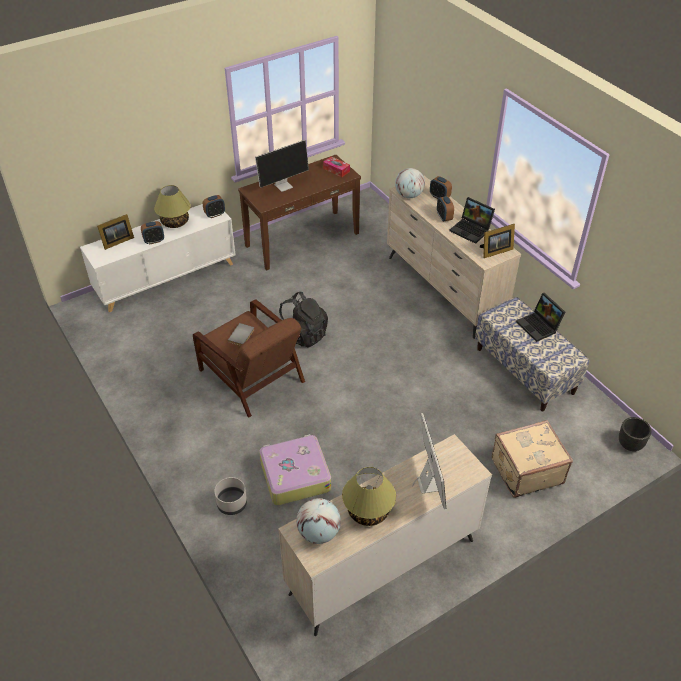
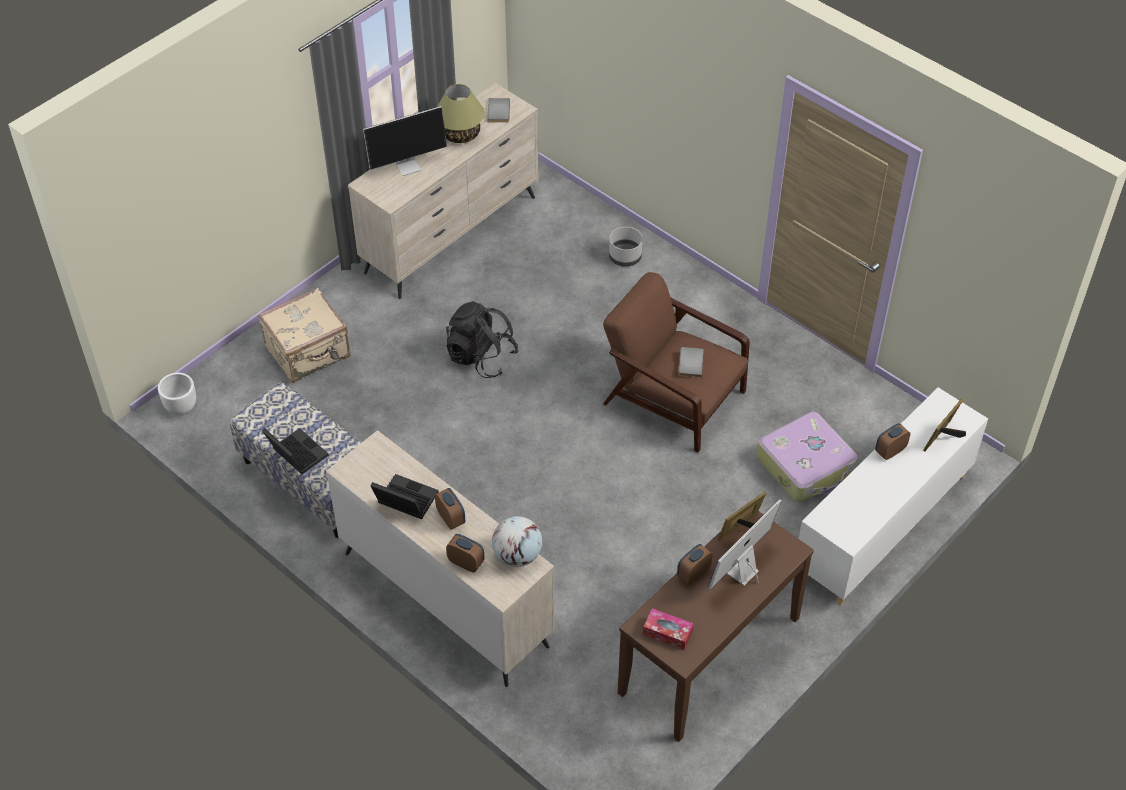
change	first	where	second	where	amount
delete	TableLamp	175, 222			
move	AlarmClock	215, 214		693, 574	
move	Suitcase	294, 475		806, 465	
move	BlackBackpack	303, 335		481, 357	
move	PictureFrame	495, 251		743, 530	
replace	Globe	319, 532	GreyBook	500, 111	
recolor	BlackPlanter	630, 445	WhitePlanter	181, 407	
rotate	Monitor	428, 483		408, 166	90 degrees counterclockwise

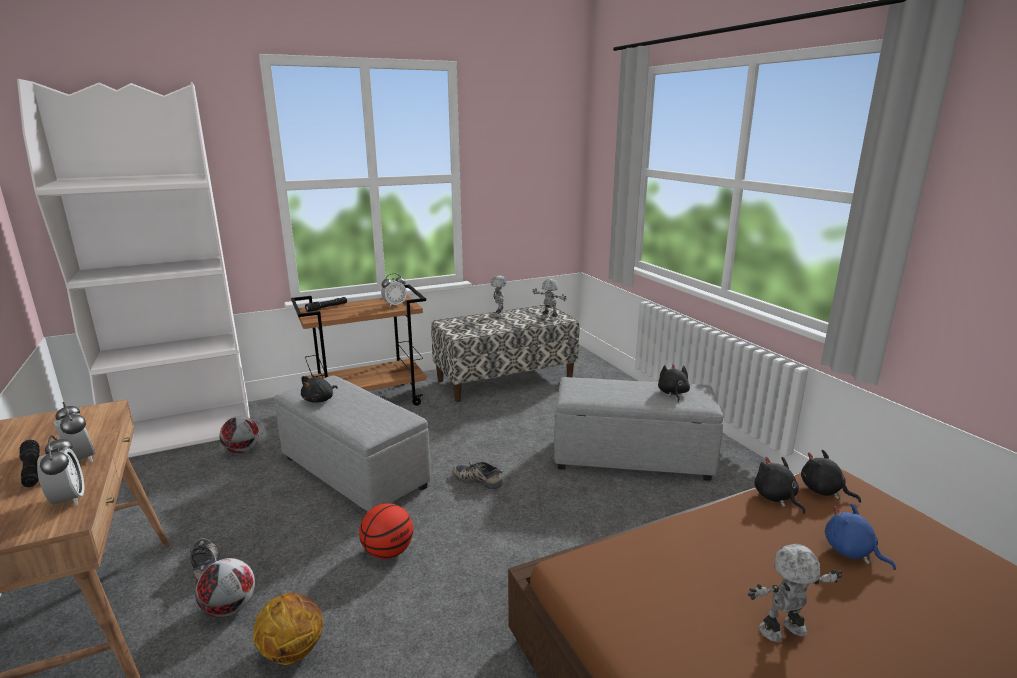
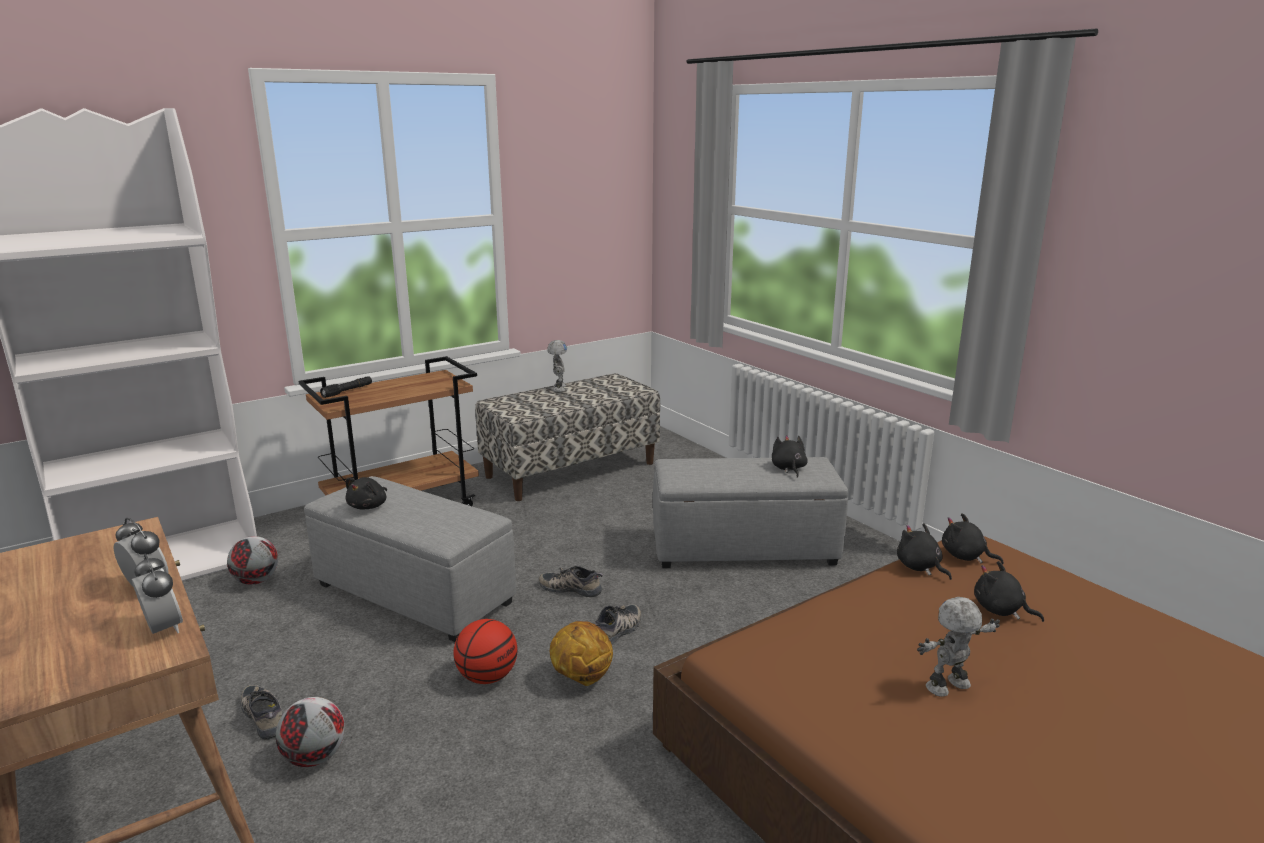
change	first	where	second	where	amount
delete	BlackFlashlight	32, 470			
delete	AlarmClock	394, 305			
delete	ToyRobot	549, 318			
insert			Shoe	617, 631	
move	Basketball	292, 650		581, 678	
recolor	BluePlushToy	851, 552	BlackPlushToy	1001, 610	

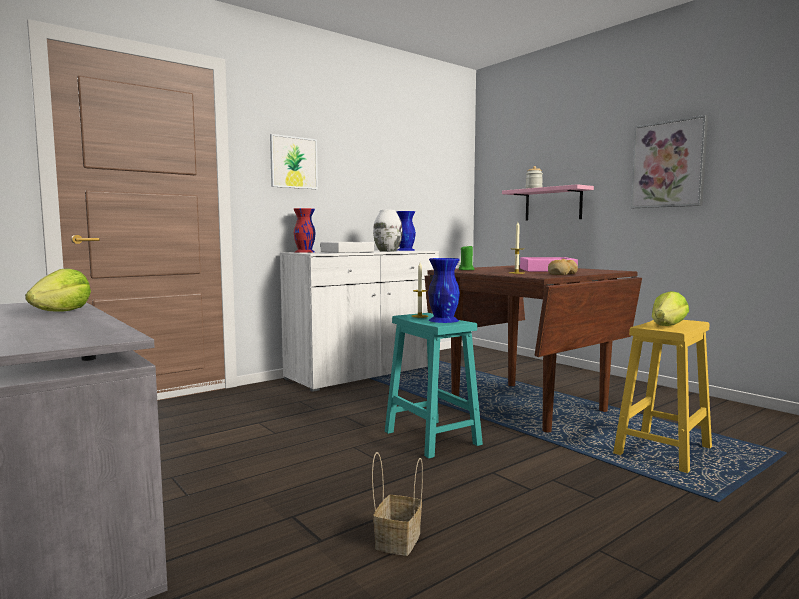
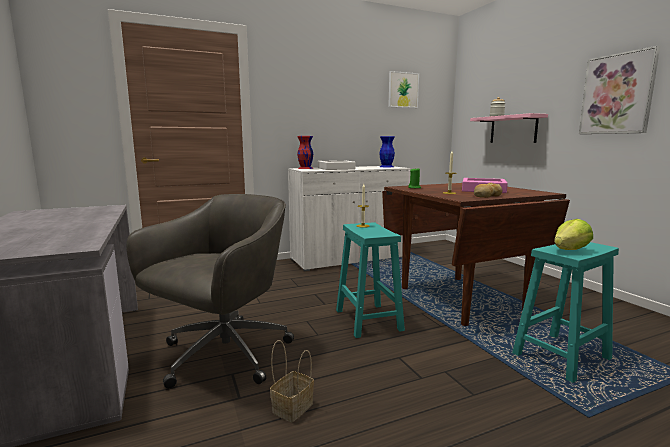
change	first	where	second	where	amount
delete	Lettuce	61, 312			
delete	WhiteVase	387, 251			
delete	BlueVase	443, 320			
insert			GreyOfficeChair	222, 355	
move	Picture	293, 162		403, 90	
recolor	YellowStool	663, 451	TurquoiseStool	560, 357	

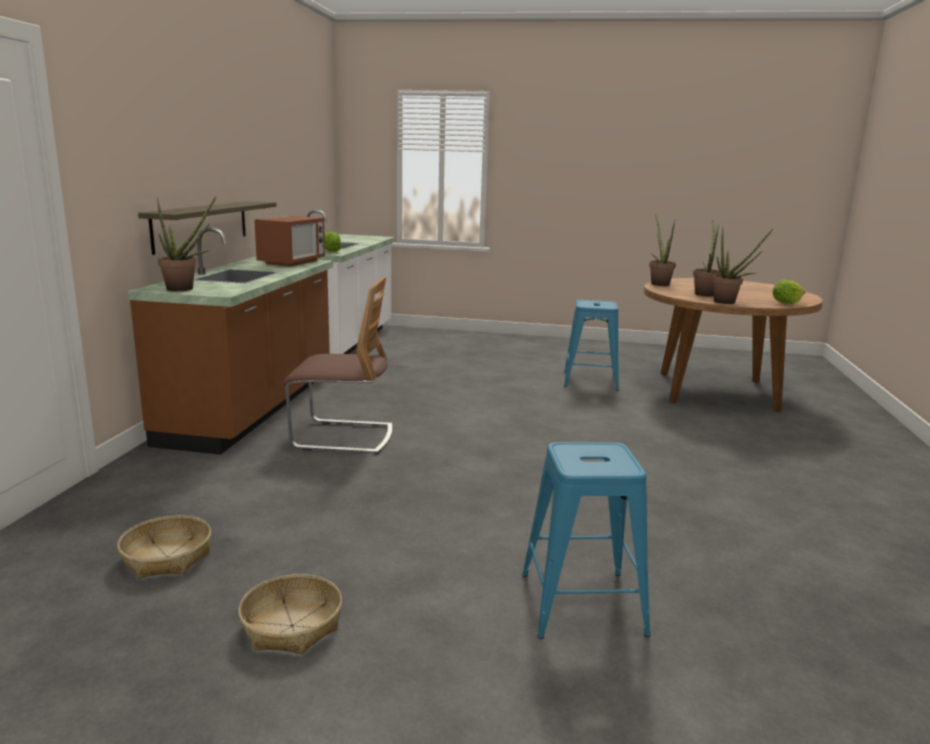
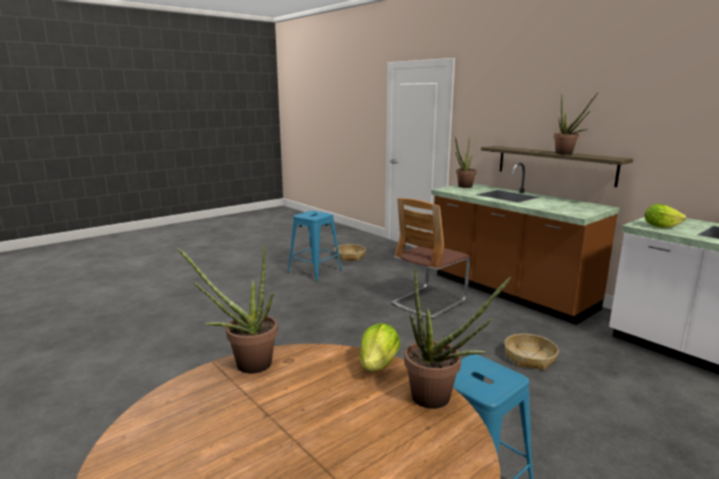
change	first	where	second	where	amount
delete	Microwave	292, 262			
move	Basket	291, 625		530, 358	
move	BlueStool	582, 603		315, 271	
move	PottedPlant	704, 293		567, 154	
move	Lettuce	786, 303		378, 365	

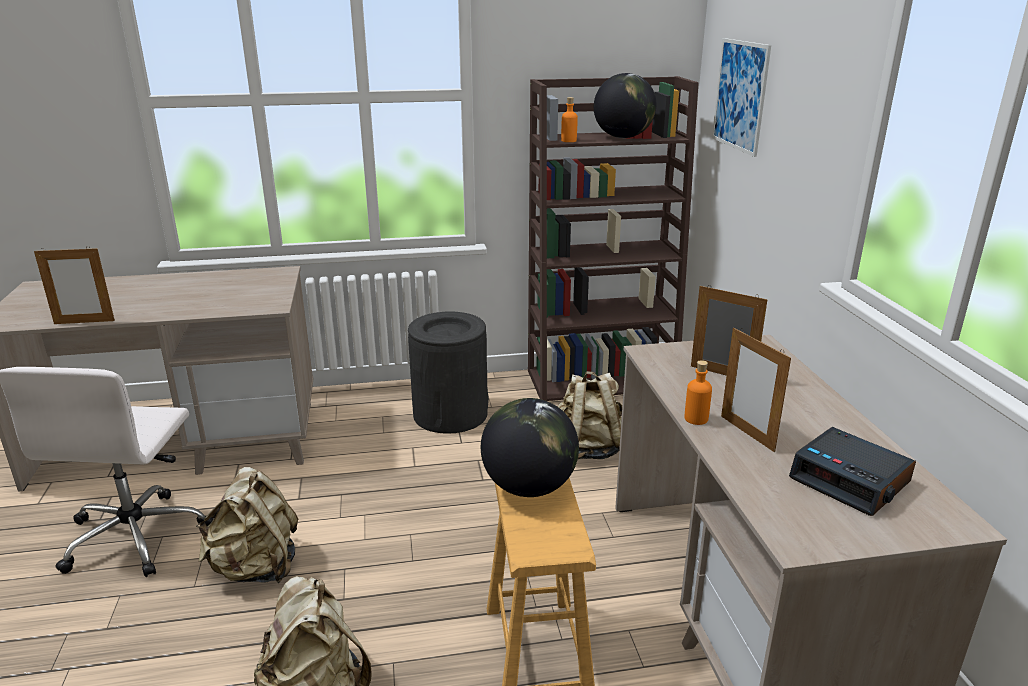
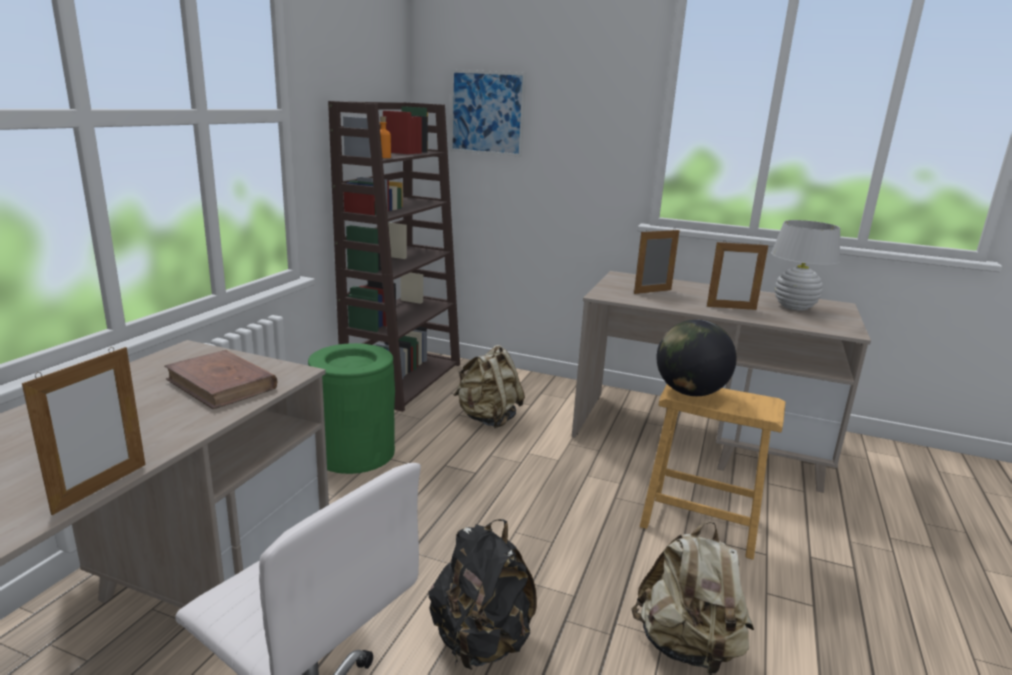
change	first	where	second	where	amount
delete	Globe	622, 137			
delete	OrangeBottle	696, 419			
insert			BrownBook	221, 384	
replace	AlarmClock	851, 480	WhiteTableLamp	794, 307	
recolor	BeigeBackpack	256, 568	BlackBackpack	481, 642	
recolor	BlackTrashCan	450, 413	GreenTrashCan	354, 452	

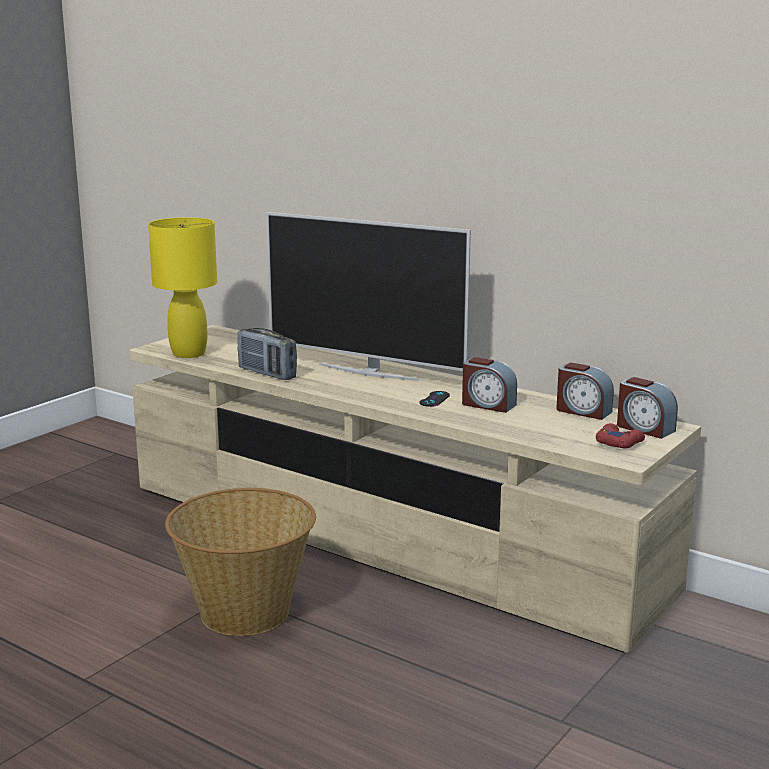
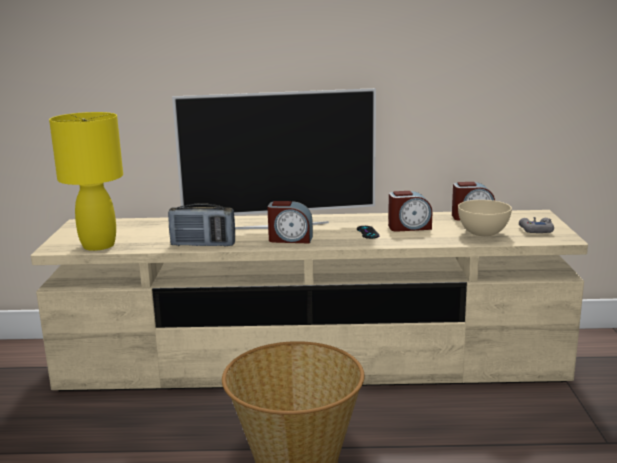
change	first	where	second	where	amount
insert			BeigeBowl	483, 233	
move	AlarmClock	644, 428		290, 239	
recolor	RedGameController	619, 442	GreyGameController	535, 230	

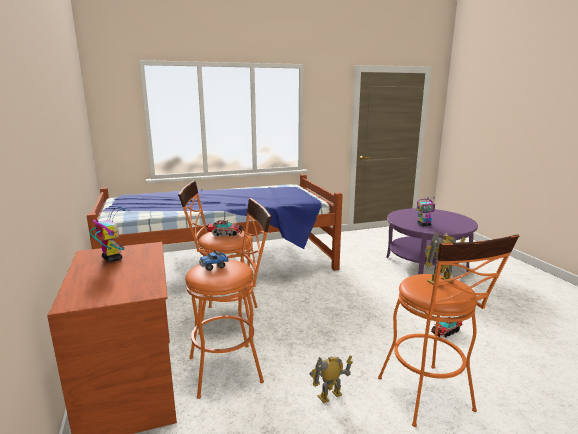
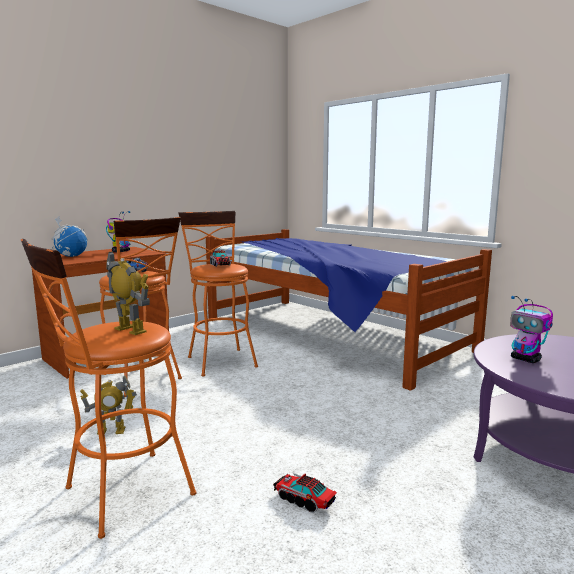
change	first	where	second	where	amount
insert			Globe	71, 256	
rotate	ToyRobot	330, 396		111, 431	135 degrees clockwise

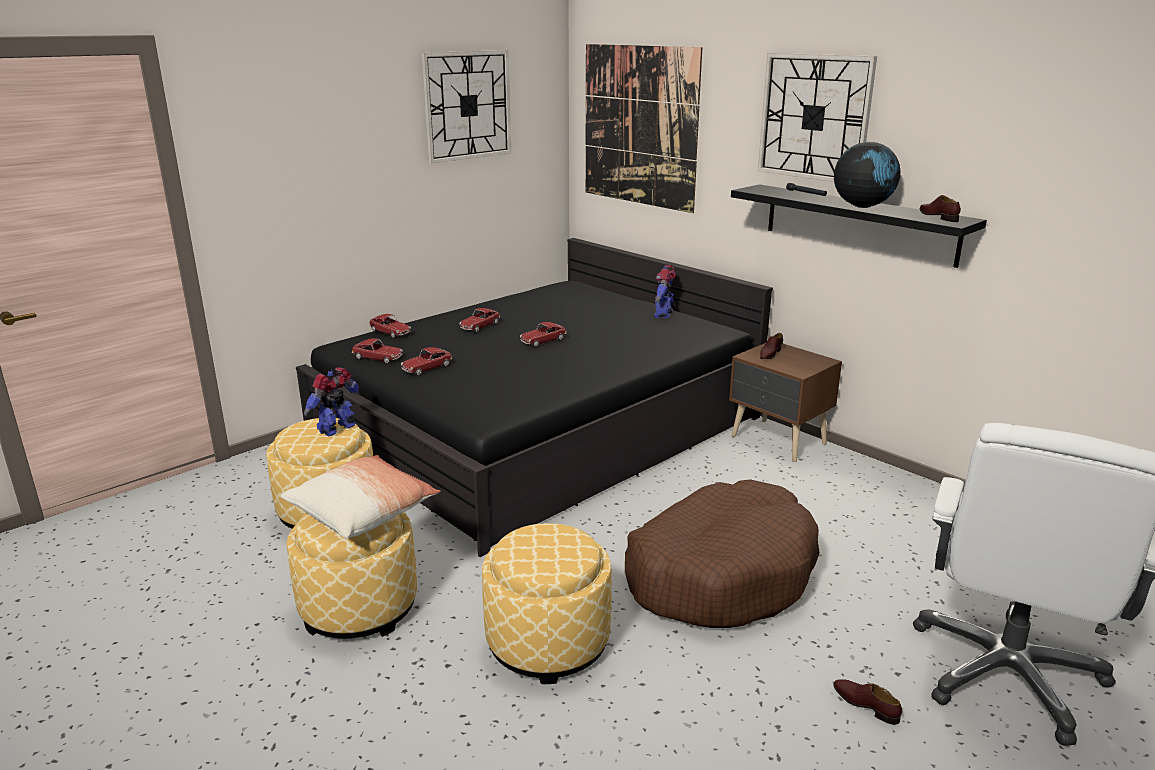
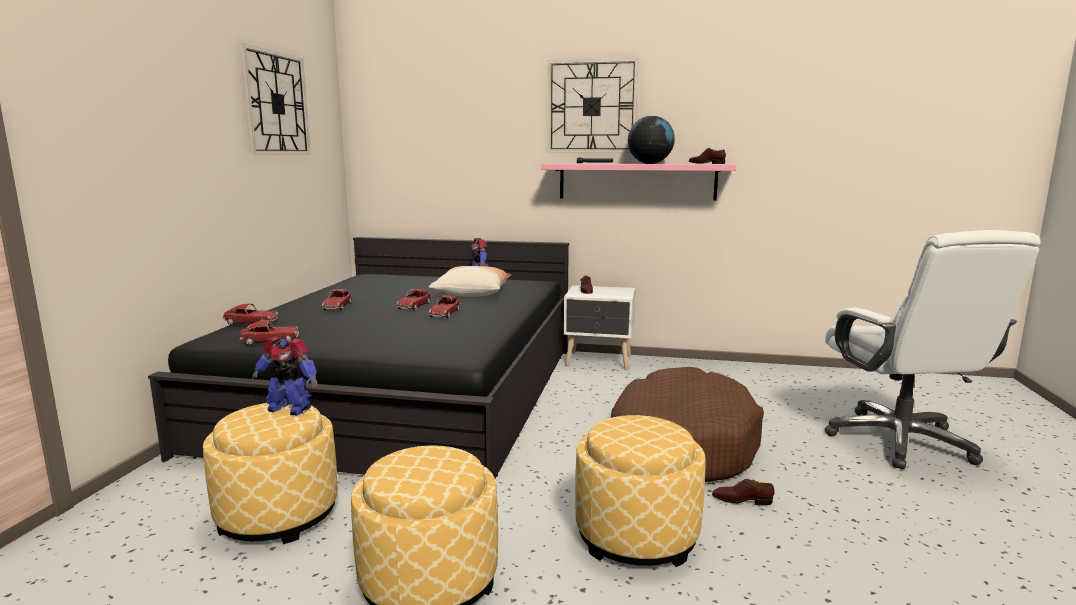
change	first	where	second	where	amount
delete	Picture	639, 126			
move	Pillow	363, 512		472, 293	
move	ToyCar	427, 368		445, 313	
move	BrownShoe	865, 705		742, 500	
recolor	BrownNightstand	778, 441	WhiteNightstand	599, 361	
recolor	BlackShelf	859, 224	PinkShelf	637, 181	
rotate	ToyRobot	338, 429		289, 408	75 degrees counterclockwise

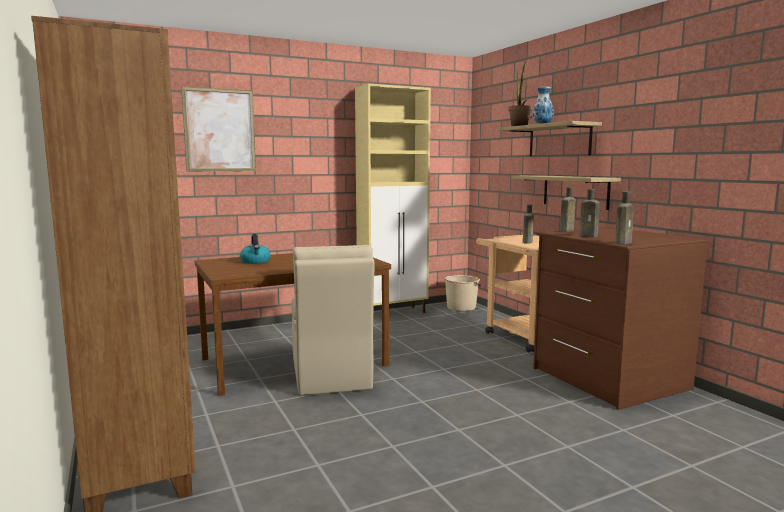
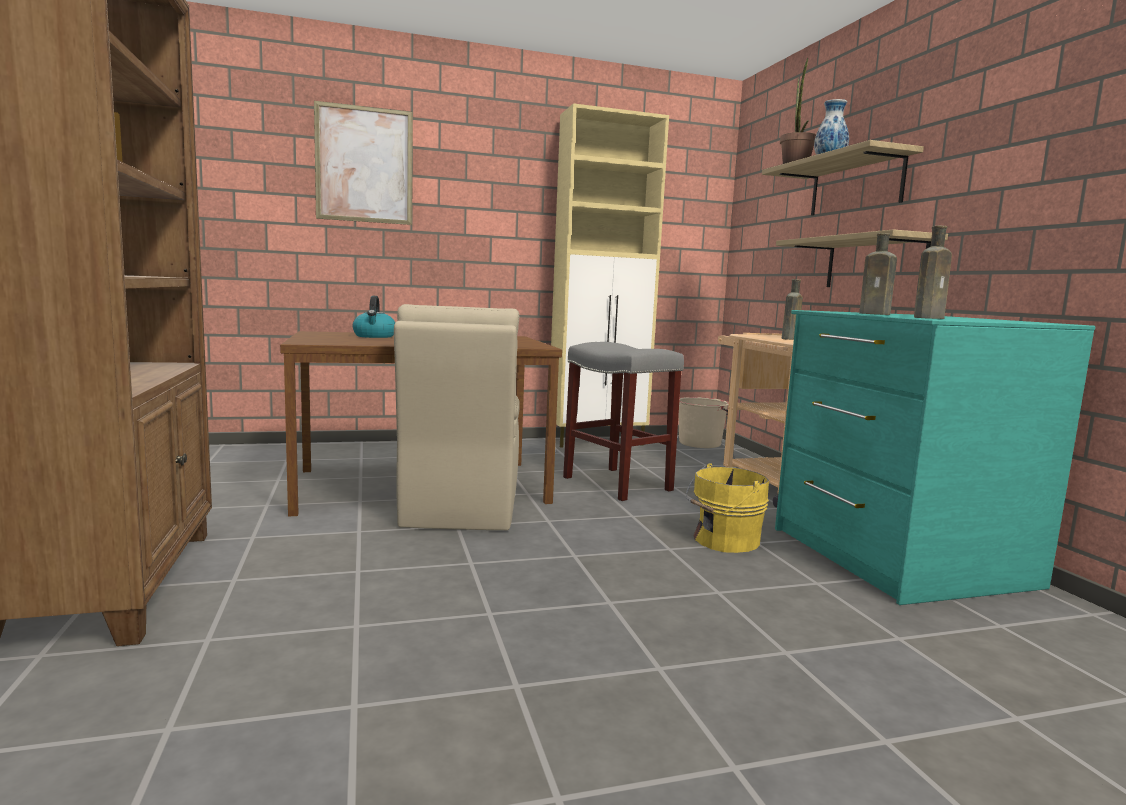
change	first	where	second	where	amount
delete	BrownBottle	566, 231			
insert			GreyStool	618, 484	
insert			YellowBucket	723, 541	
recolor	BrownDresser	607, 378	TurquoiseDresser	896, 556	

